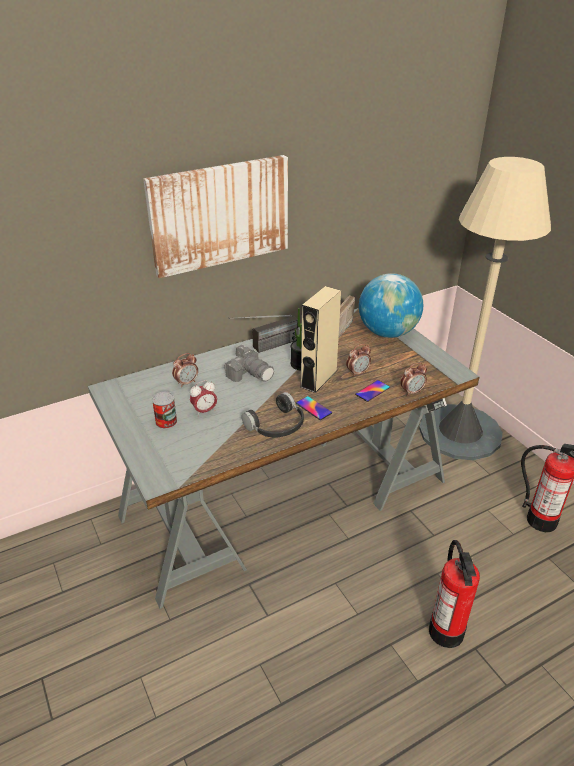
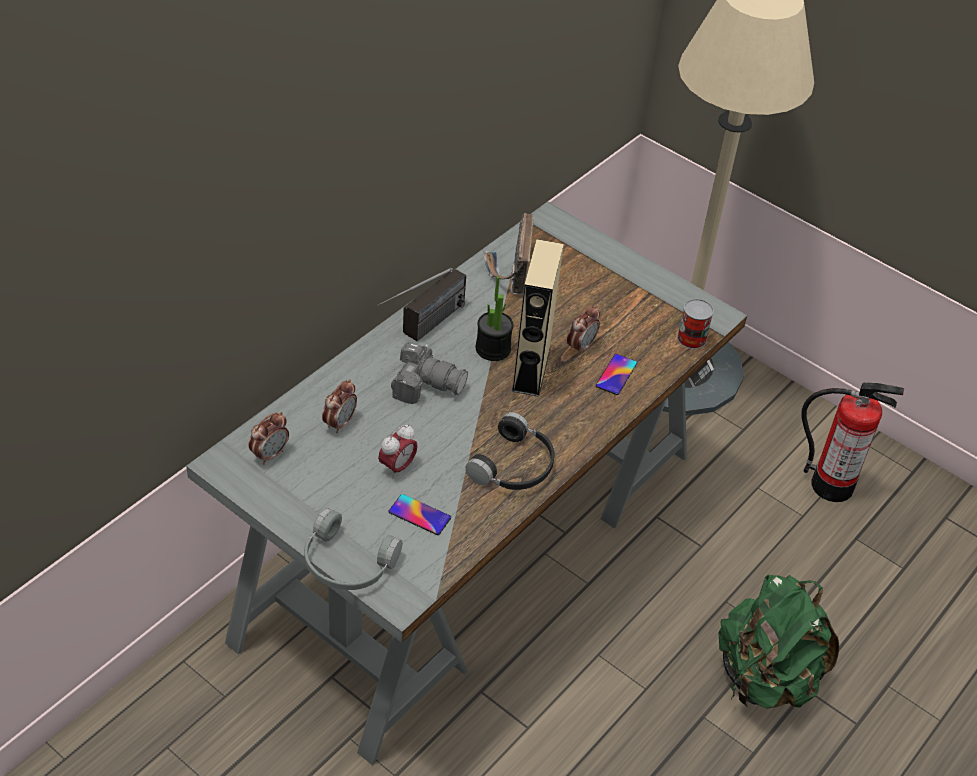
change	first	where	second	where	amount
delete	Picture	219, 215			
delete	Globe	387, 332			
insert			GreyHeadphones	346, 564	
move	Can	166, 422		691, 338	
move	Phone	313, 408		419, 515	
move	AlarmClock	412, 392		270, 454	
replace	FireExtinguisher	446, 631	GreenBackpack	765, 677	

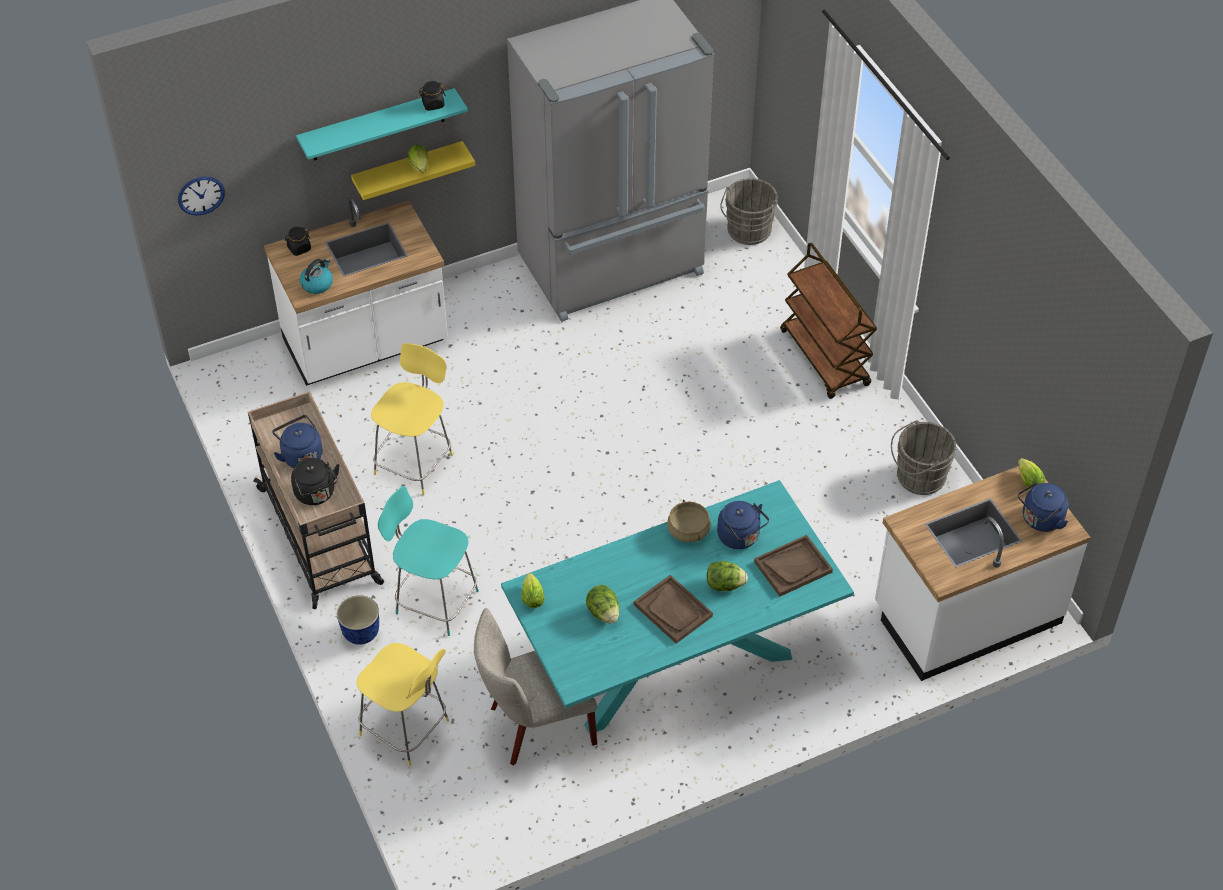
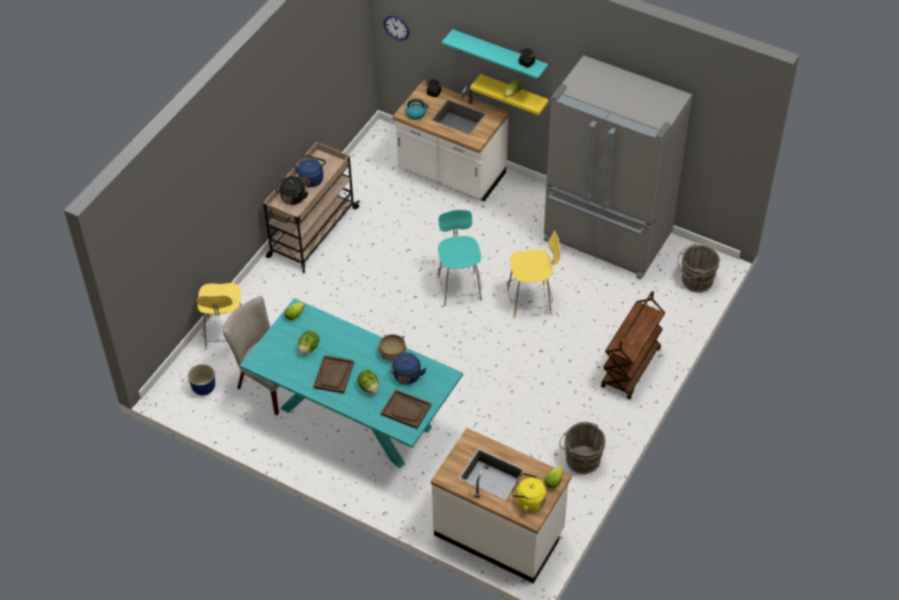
change	first	where	second	where	amount
move	Planter	360, 633		204, 388	
move	YellowStool	415, 462		531, 301	
move	TurquoiseStool	434, 601		459, 287	
recolor	BlueKettle	1040, 520	YellowKettle	528, 501	

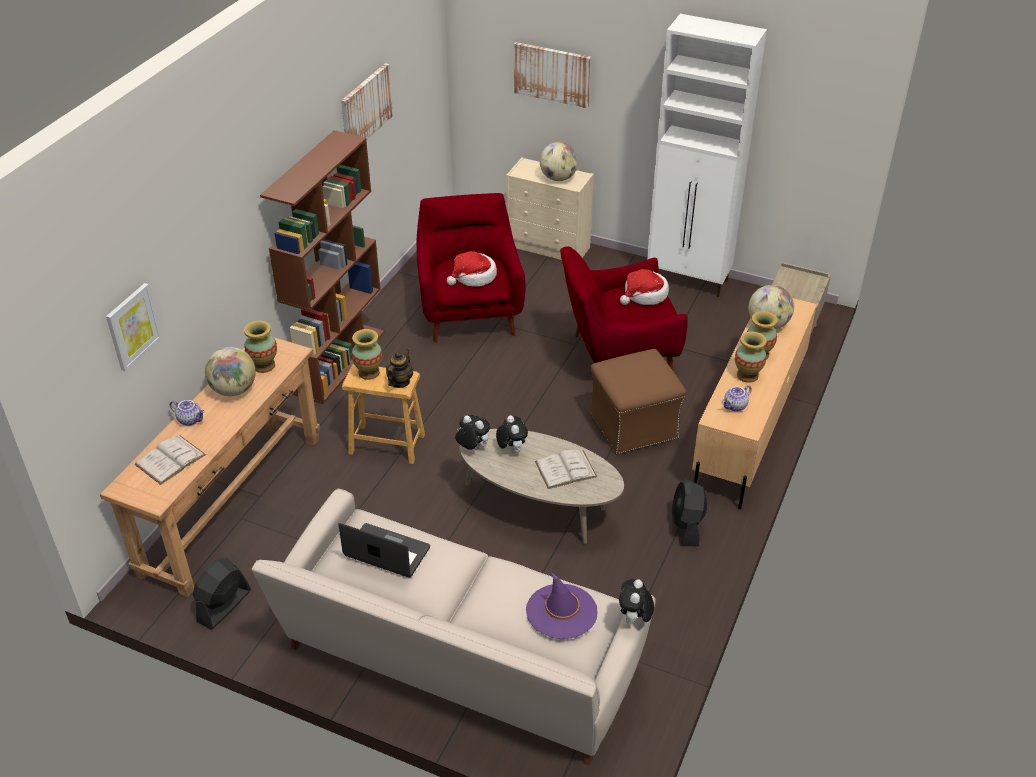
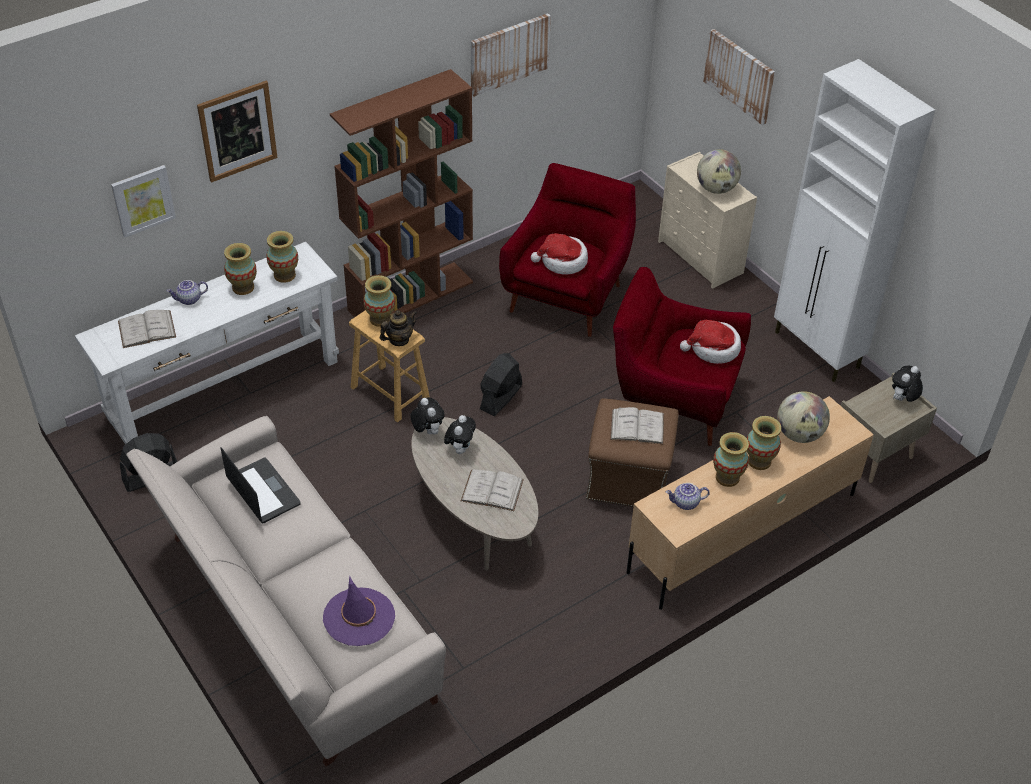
change	first	where	second	where	amount
insert			Picture	237, 131	
insert			WhiteBook	637, 426	
move	PlushToy	634, 619		902, 400	
move	BlackFan	686, 526		500, 397	
replace	Globe	234, 390	Vase	243, 287	
recolor	BrownConsoleTable	233, 503	WhiteConsoleTable	224, 389	
rotate	Teapot	190, 419		189, 300	105 degrees clockwise

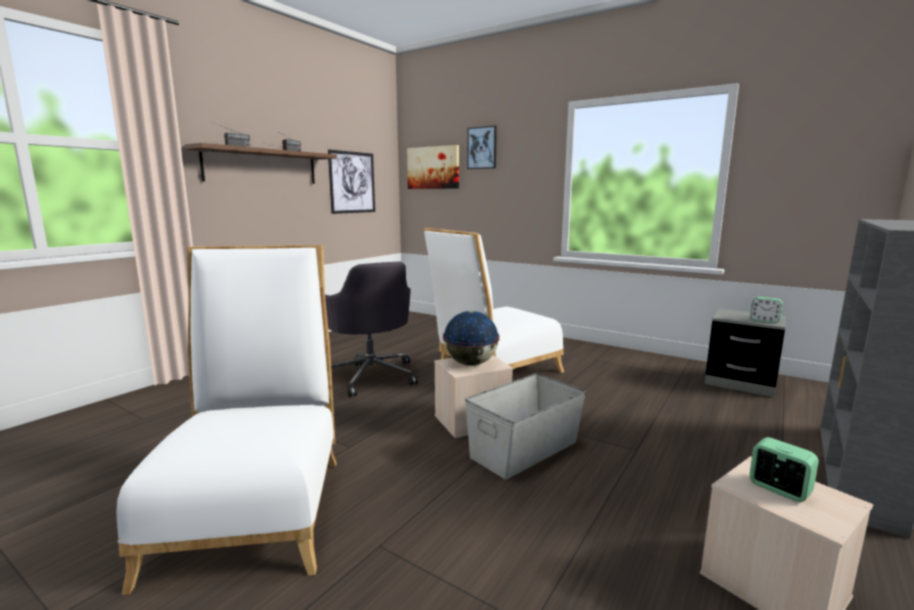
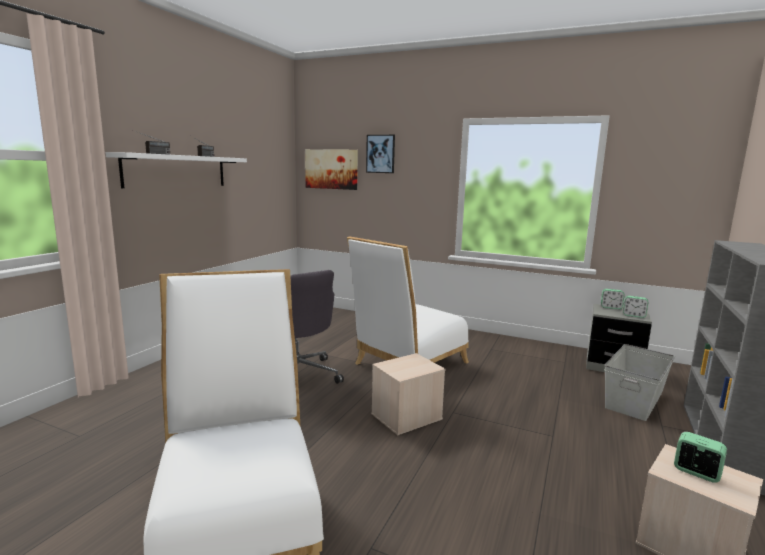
change	first	where	second	where	amount
delete	Picture	352, 182			
delete	Globe	470, 364			
insert			AlarmClock	611, 307	
move	GreyStorageBox	523, 449		633, 400	
recolor	BrownShelf	262, 166	WhiteShelf	176, 171	

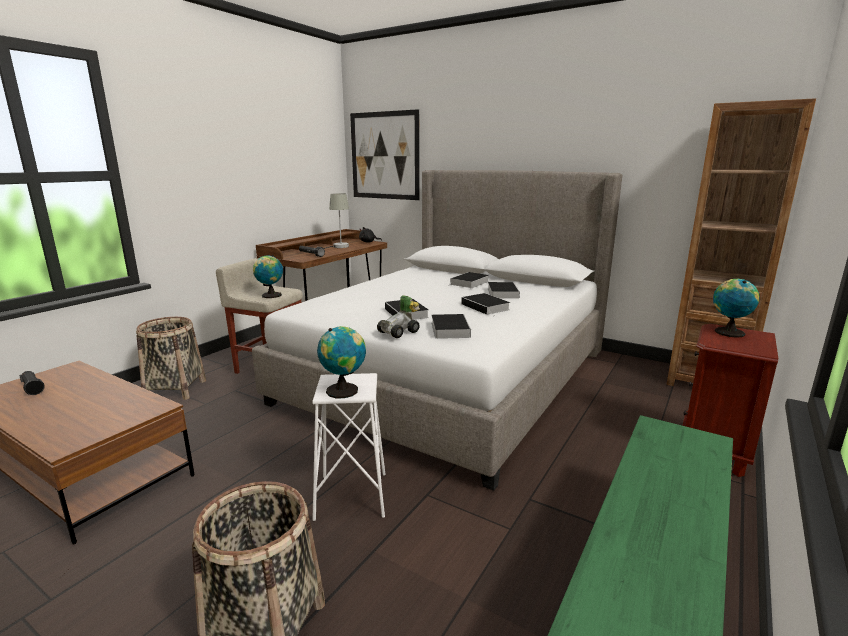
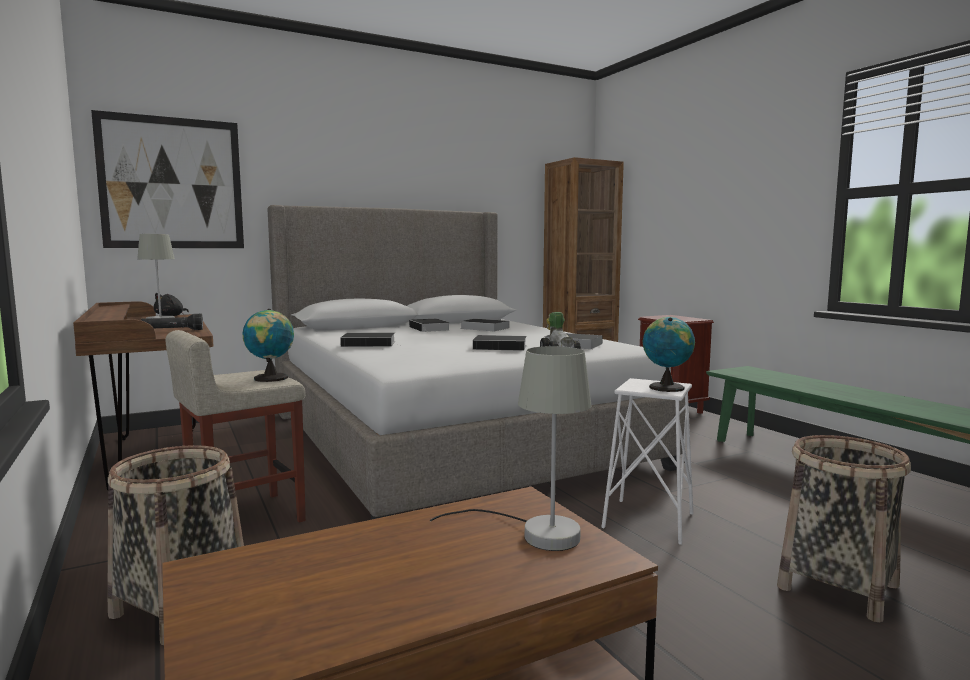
change	first	where	second	where	amount
delete	BlackFlashlight	32, 388			
delete	Globe	728, 332			
insert			GreyTableLamp	535, 533	
move	Book	486, 307		370, 343	

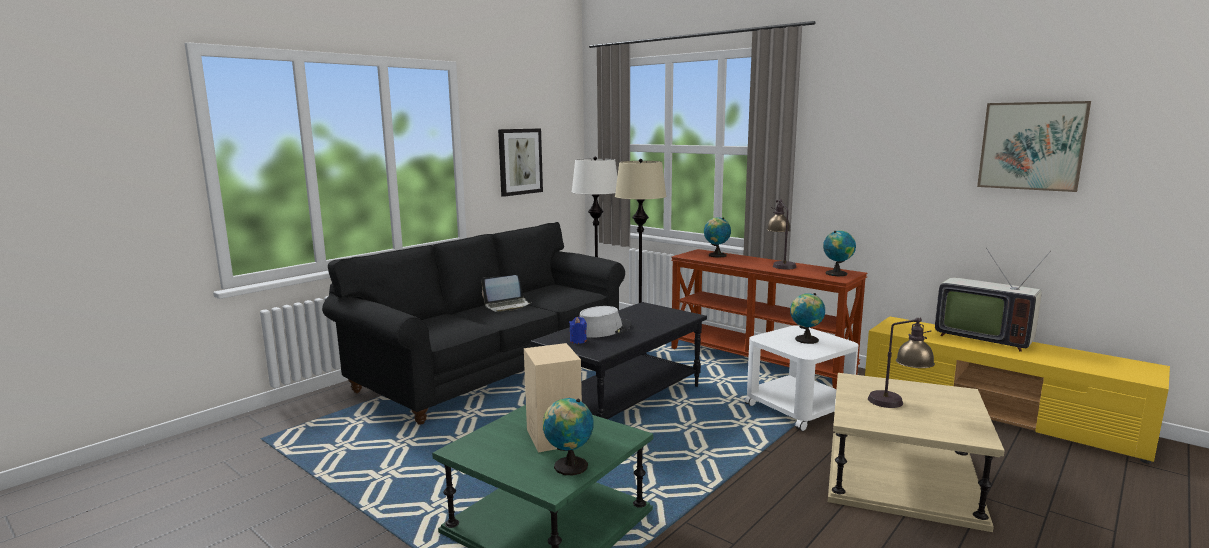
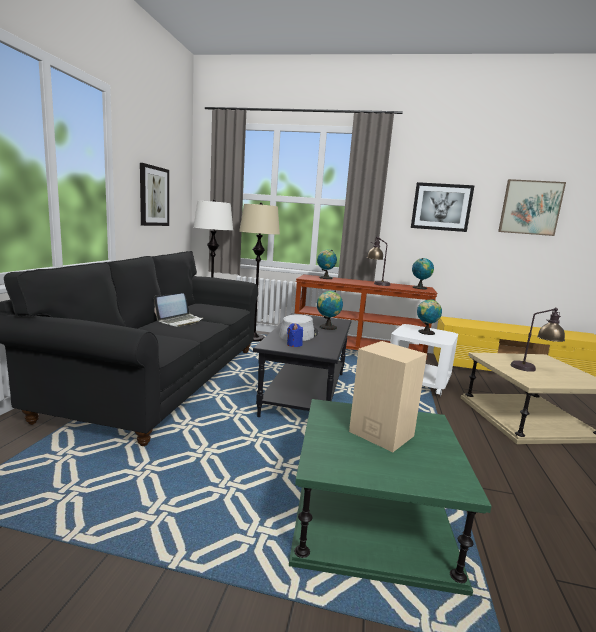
change	first	where	second	where	amount
delete	Television	982, 338			
insert			Picture	441, 207	
move	Globe	568, 467		327, 327	

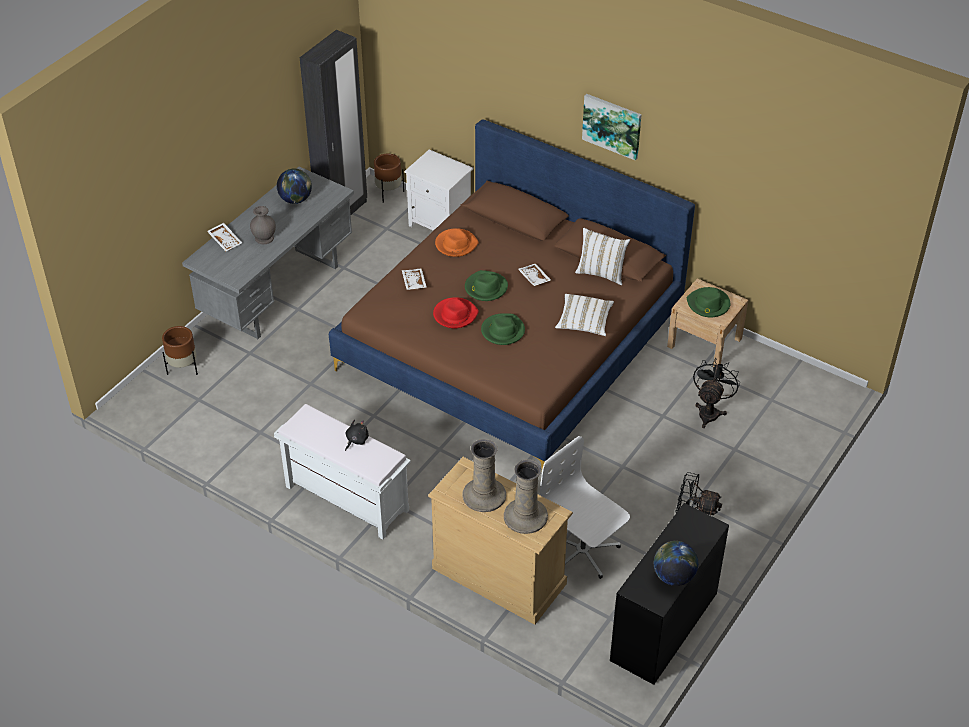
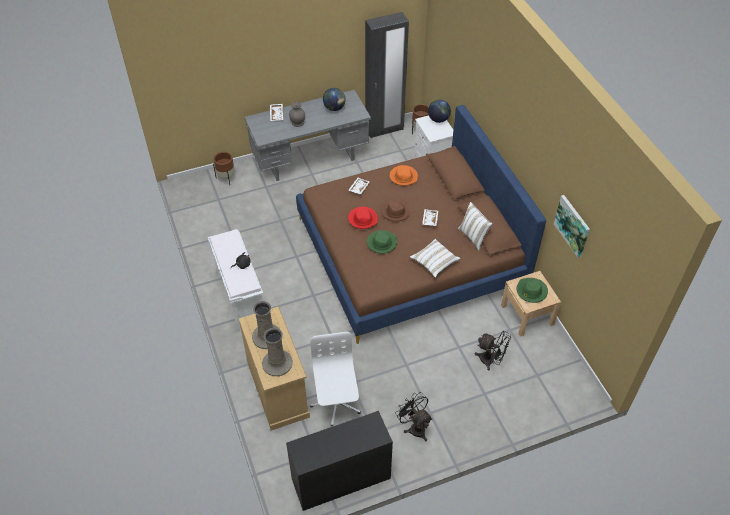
change	first	where	second	where	amount
move	Picture	612, 125		572, 225	
move	Globe	674, 576		438, 119	
recolor	GreenHat	485, 288	BrownHat	395, 211	
rotate	BlackFan	710, 411		490, 361	60 degrees clockwise

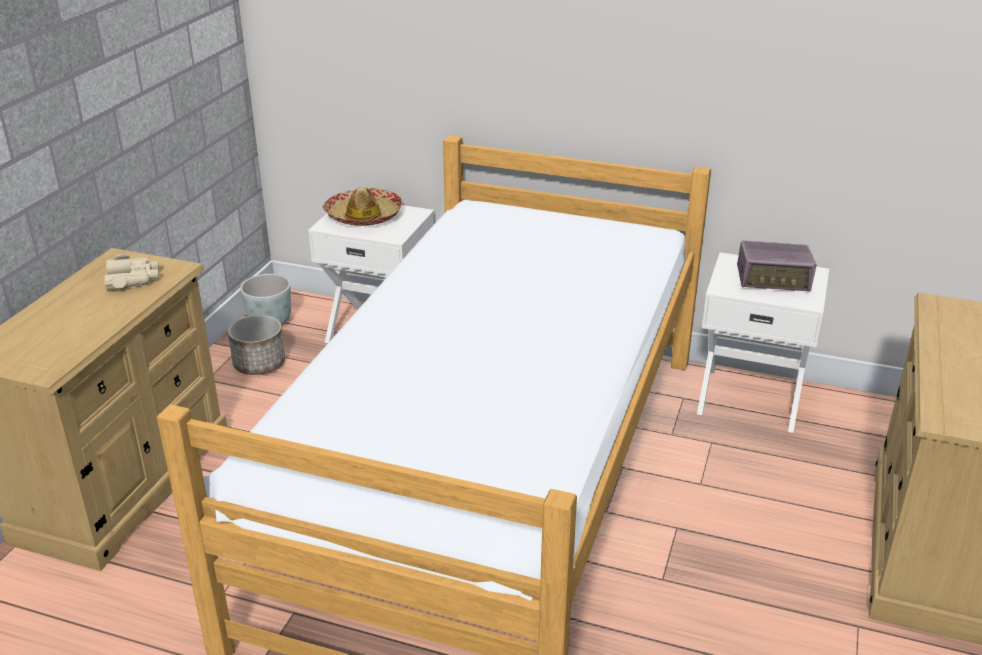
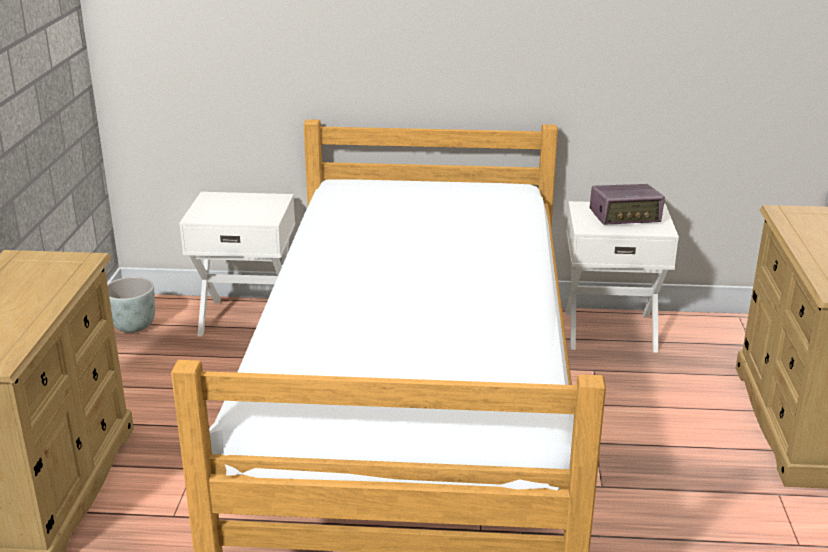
change	first	where	second	where	amount
delete	BeigeBinoculars	133, 279			
delete	Planter	259, 364			
delete	Hat	364, 216			

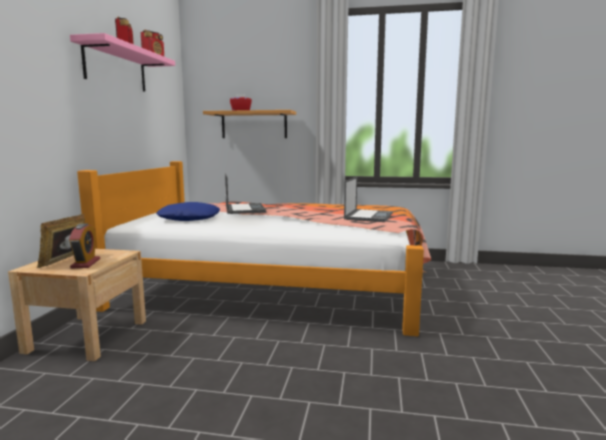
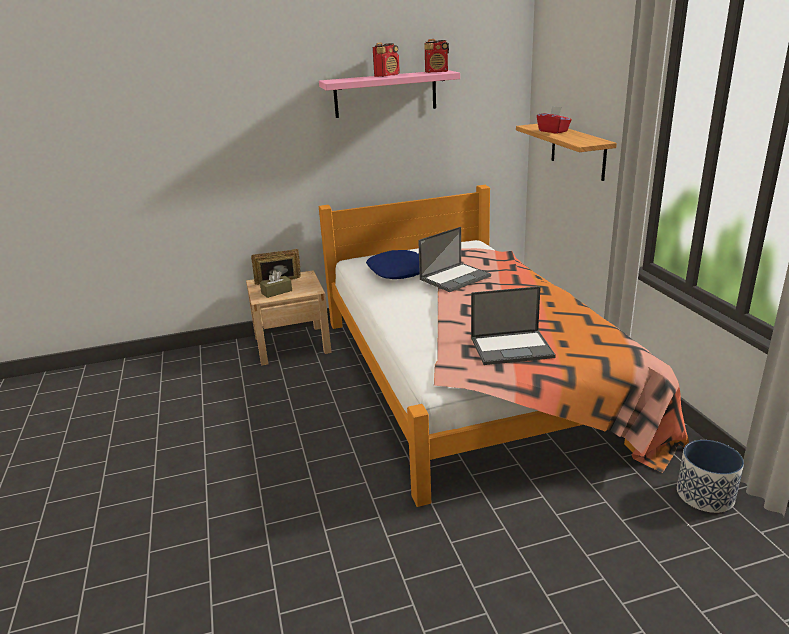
change	first	where	second	where	amount
insert			Planter	705, 494	
replace	AlarmClock	85, 263	BrownTissueBox	276, 292	

